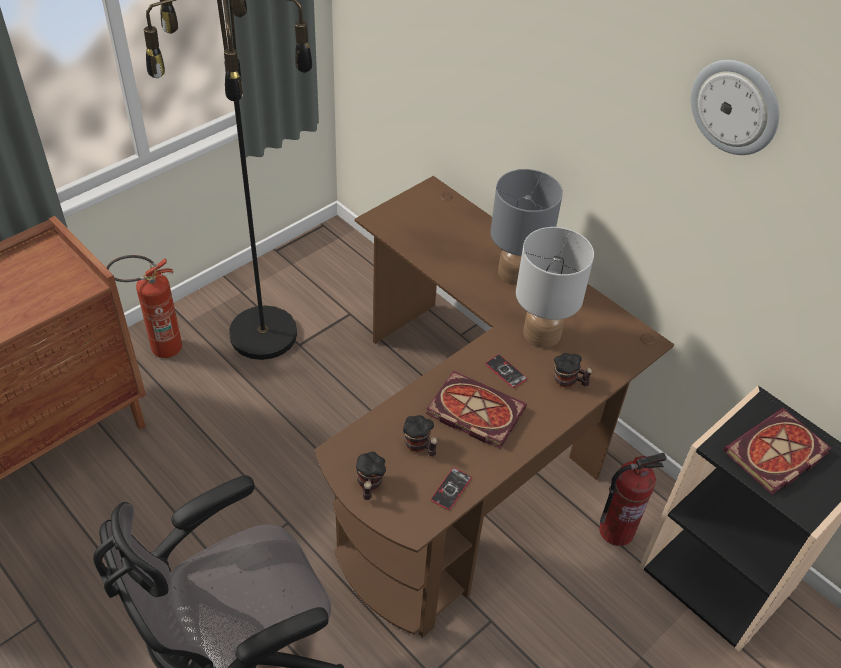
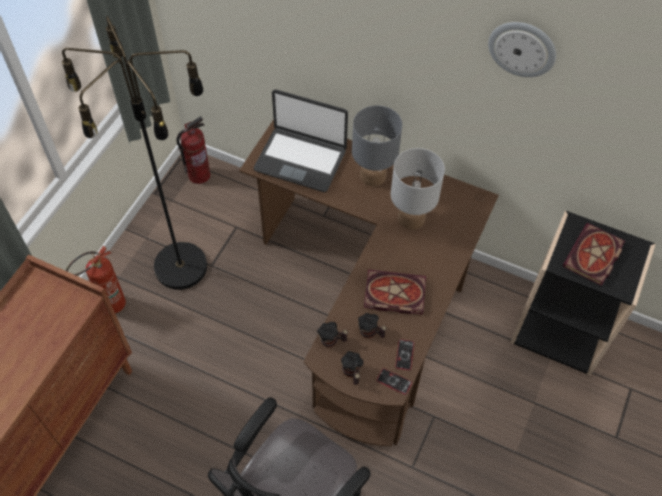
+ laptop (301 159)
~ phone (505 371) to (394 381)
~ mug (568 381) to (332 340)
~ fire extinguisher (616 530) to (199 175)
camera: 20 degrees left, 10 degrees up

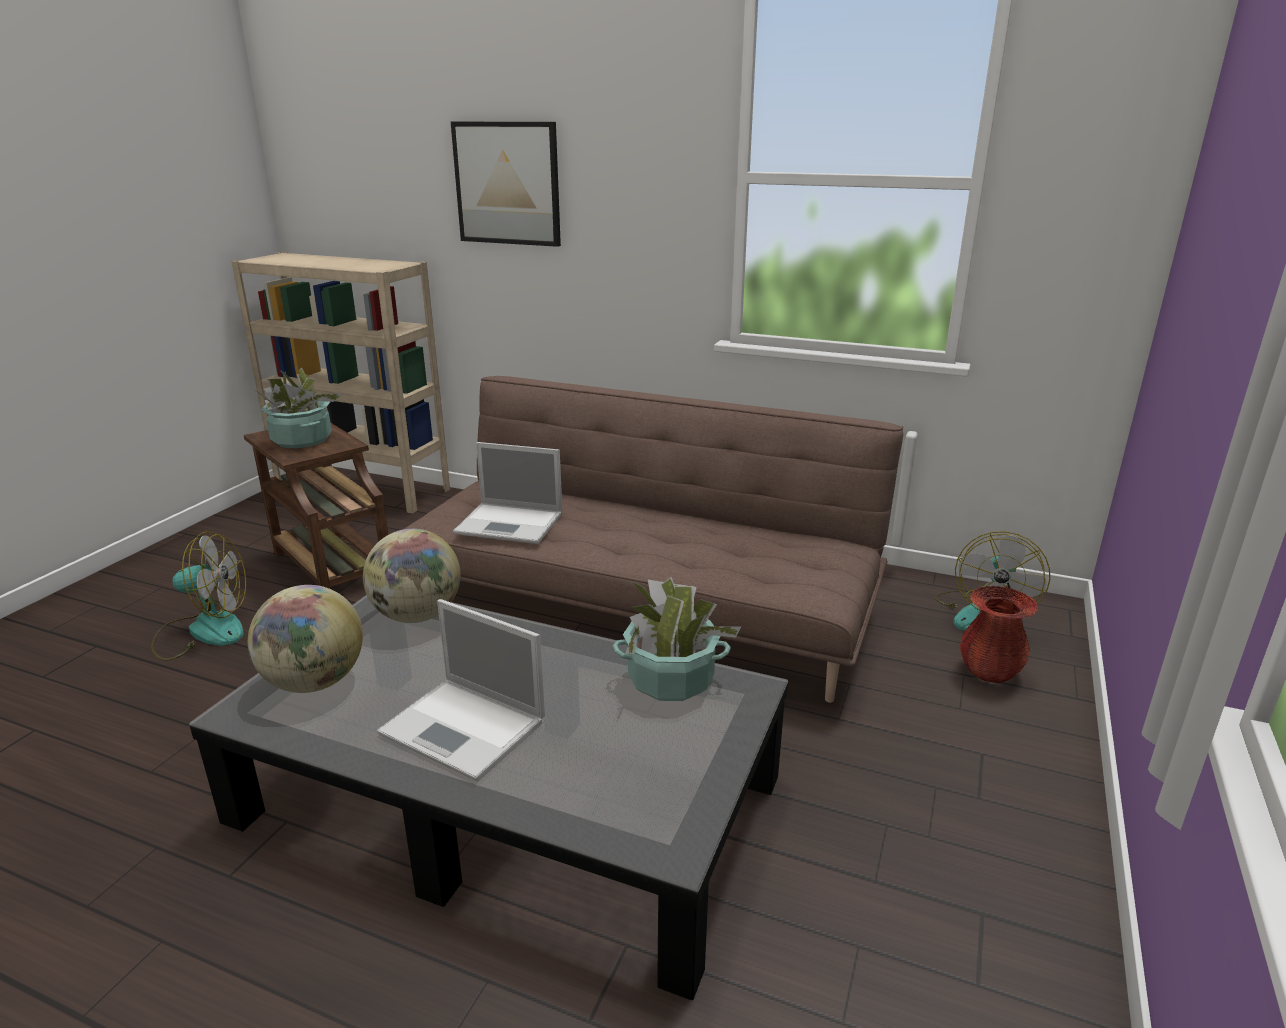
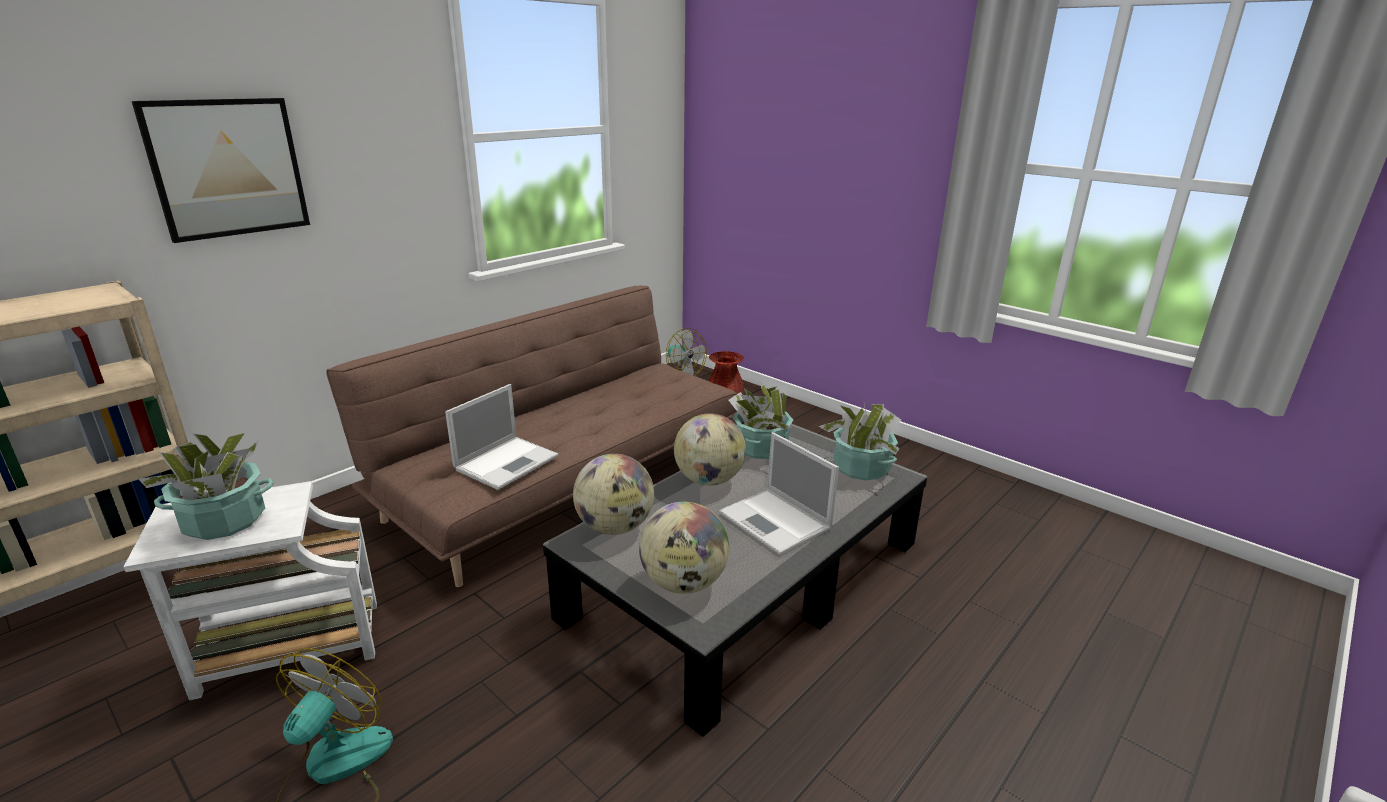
+ globe (709 480)
+ potted plant (861 468)
~ side table (brown) (331 565) to side table (white) (285 650)
~ laptop (465 728) = (776 522) 90 degrees clockwise
camera: 70 degrees left, 0 degrees up

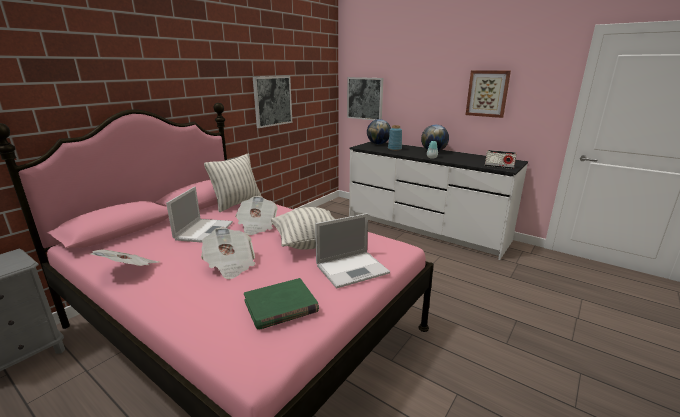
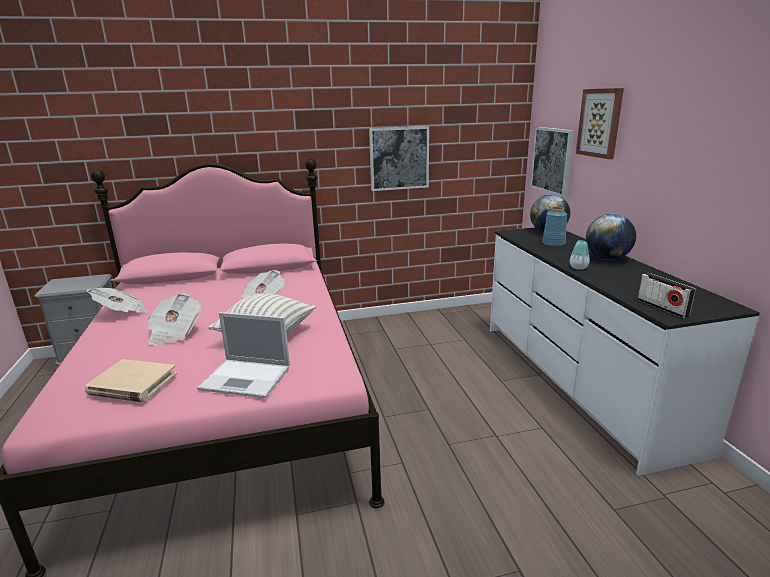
- laptop (204 230)
- pillow (237 203)
~ picture (487 93) to (600 123)
~ book (green) (281 306) to book (beige) (132 384)
camera: 40 degrees right, 0 degrees up

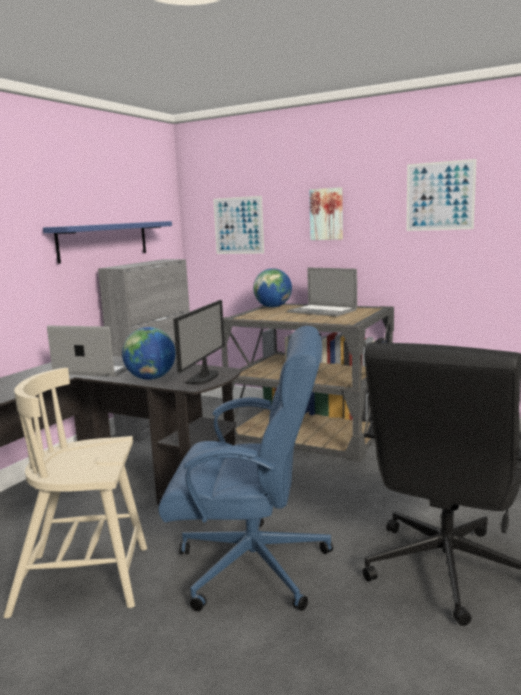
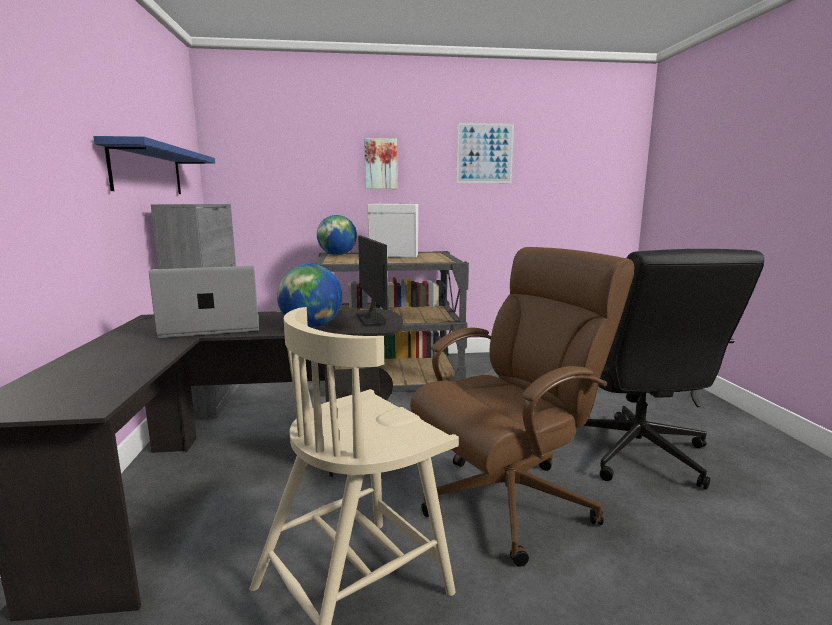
- picture (238 225)
~ laptop (322 311) to speaker (white) (395 256)
~ office chair (blue) (252 566) to office chair (brown) (506 502)
camera: 35 degrees left, 0 degrees up

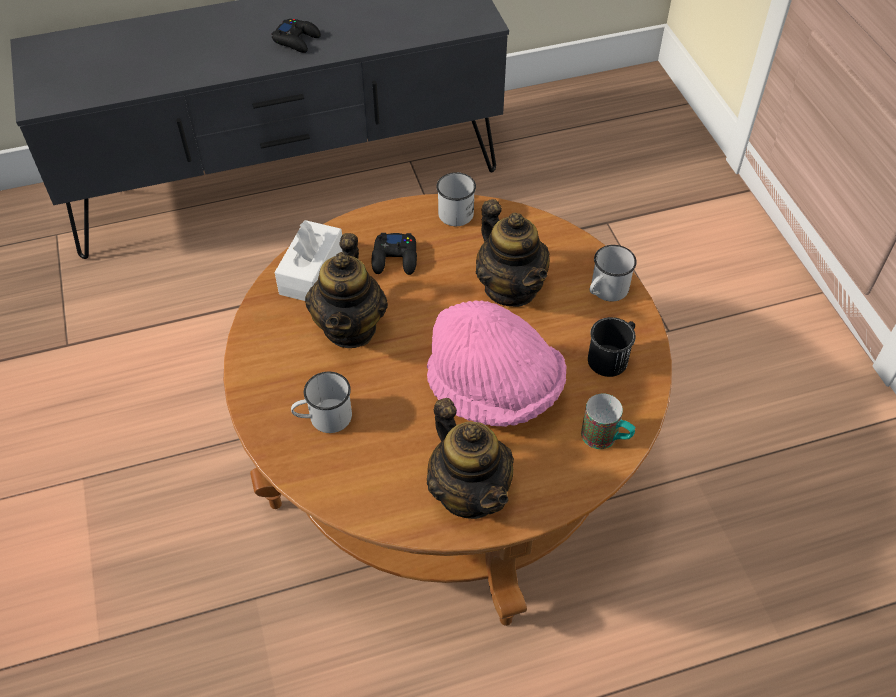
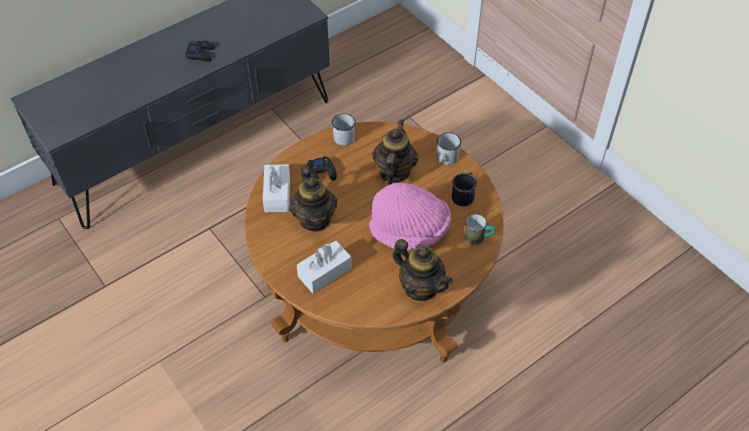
~ mug (white) (324 418) to tissue box (white) (324 272)
~ teapot (510 288) = (394 172) 120 degrees counterclockwise
camera: 20 degrees left, 0 degrees up

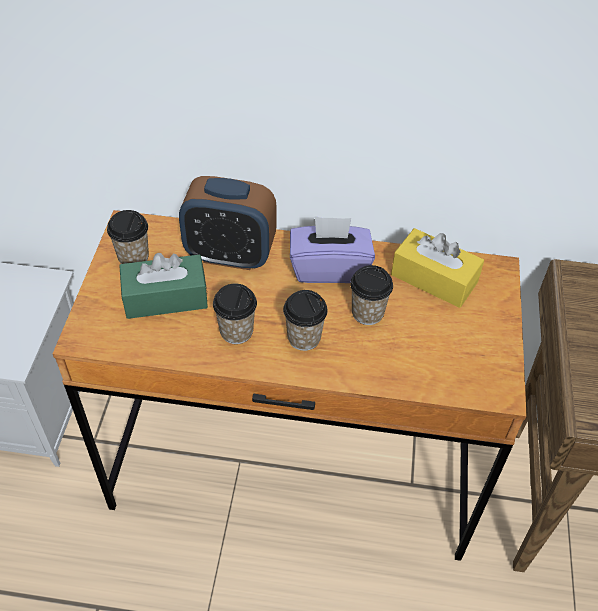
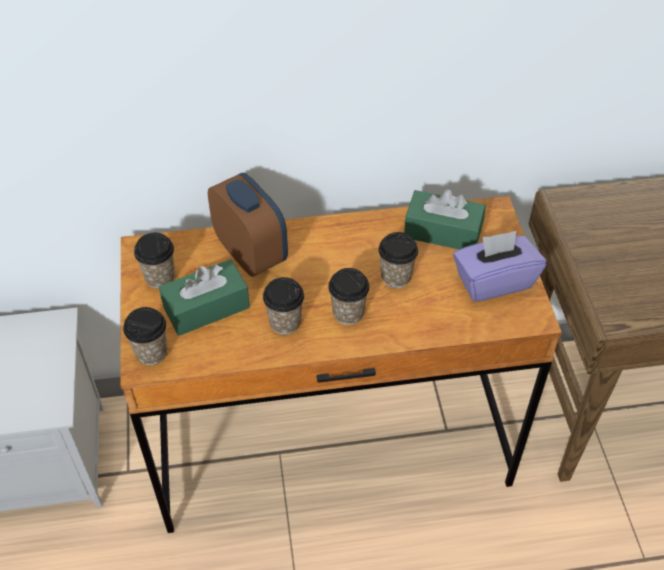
+ cup (151 352)
~ tissue box (purple) (329 268) to (493 281)
~ tissue box (yellow) (434 278) to tissue box (green) (442 232)
~ alarm clock (230 255) = (251 253) 120 degrees counterclockwise
camera: 15 degrees left, 0 degrees up

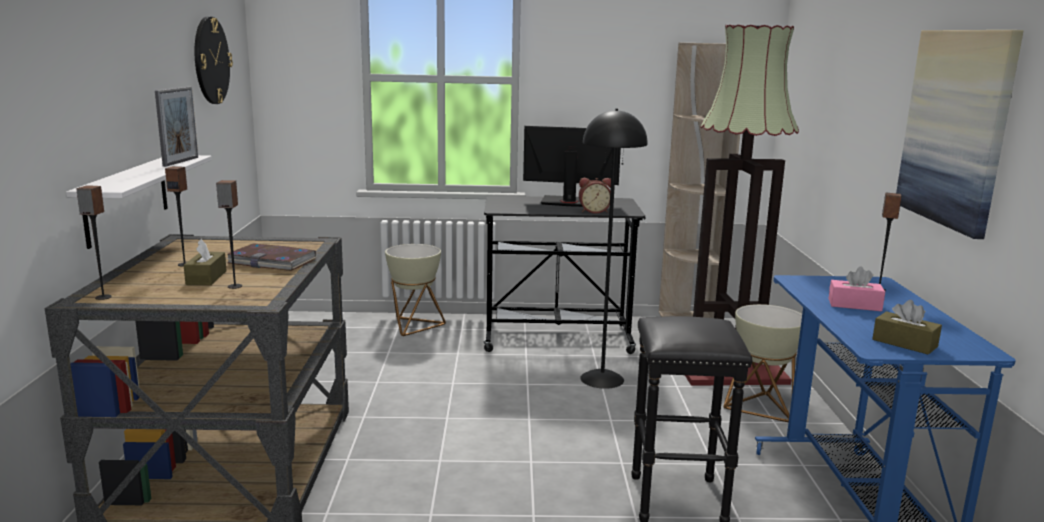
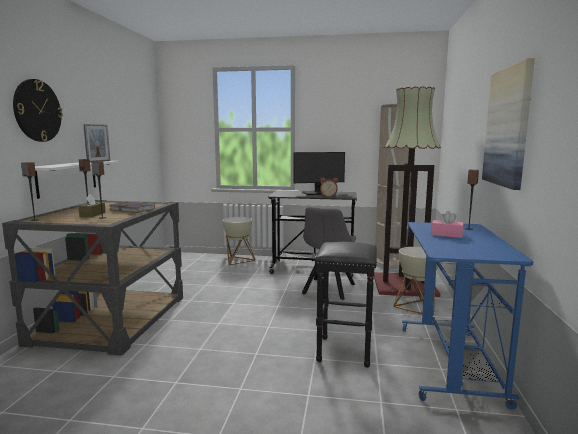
- tissue box (brown) (904 343)
~ wall clock (211 60) to (37 110)
~ floor lamp (black) (601 379) to chair (grey) (328 289)
~ monitor (569 202) = (318 193) 150 degrees clockwise
camera: 10 degrees right, 5 degrees down

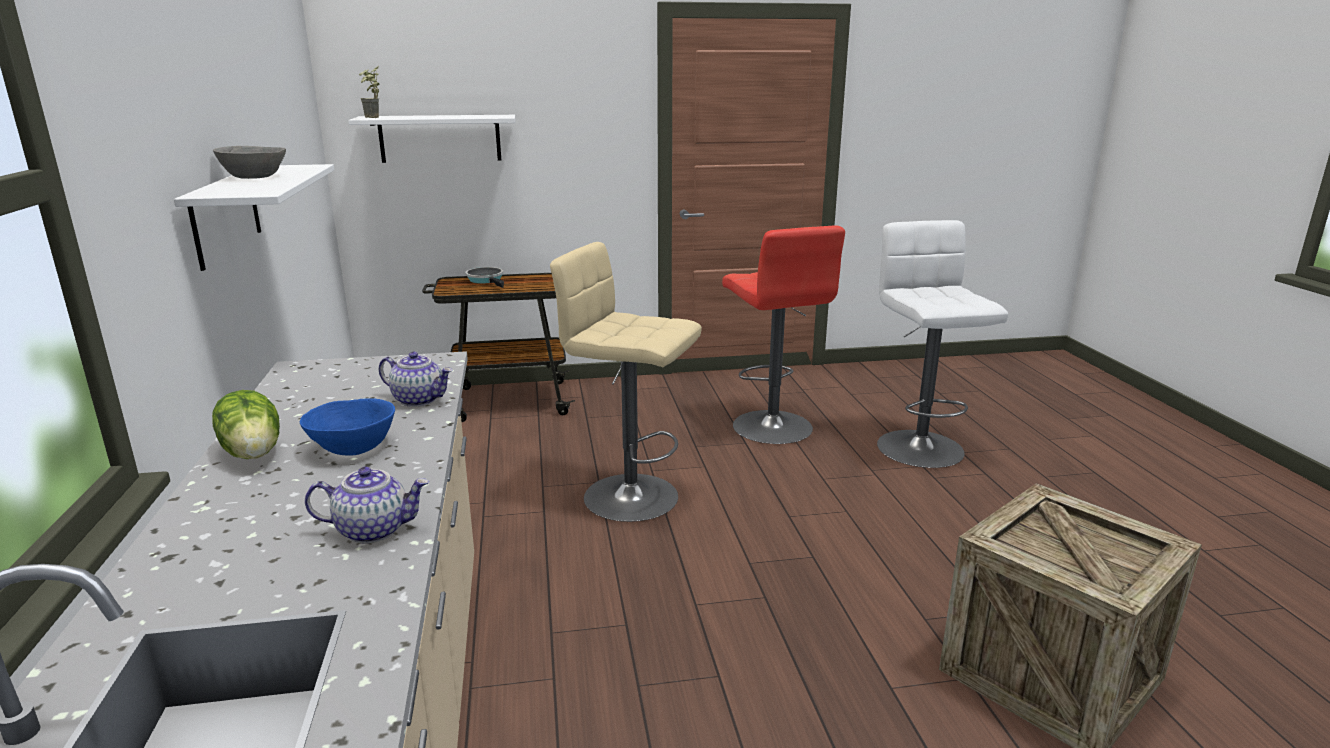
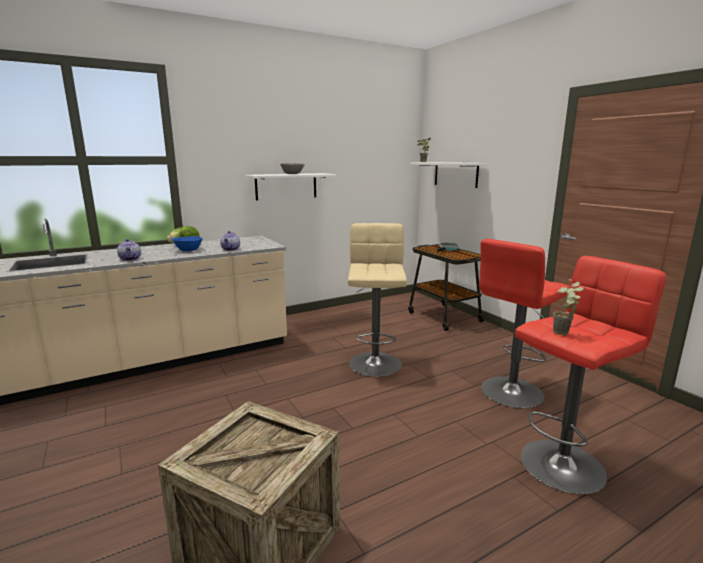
+ potted plant (564 335)
~ stool (white) (920 448) to stool (red) (563 465)
camera: 70 degrees right, 5 degrees down

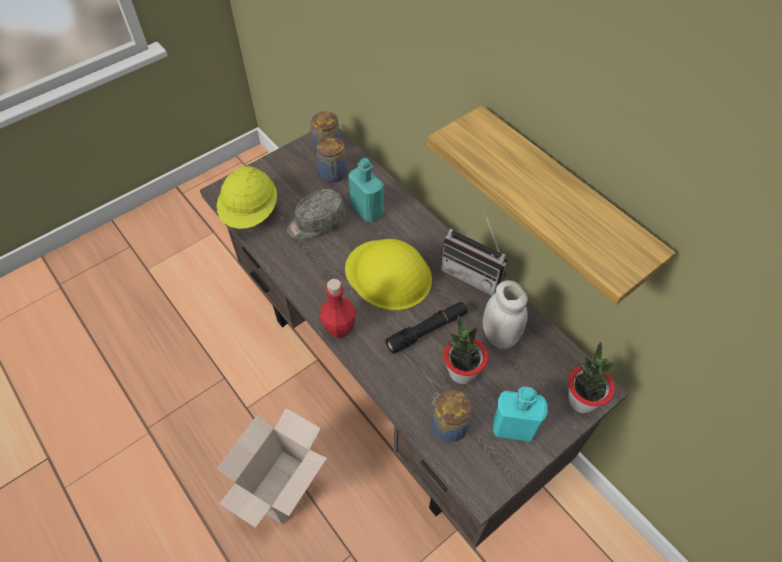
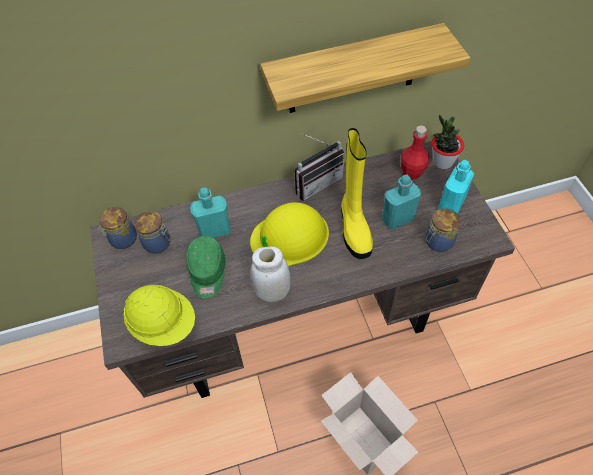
~ bottle (red) (339 328) to (412 173)
~ jar (white) (499 336) to (272 292)
~ flashlight (black) (427 330) to boot (yellow) (354 228)
~ potted plant (462 372) to bottle (turquoise) (397 219)
~ cap (grey) (316 223) to cap (green) (207 272)
camera: 65 degrees left, 0 degrees up

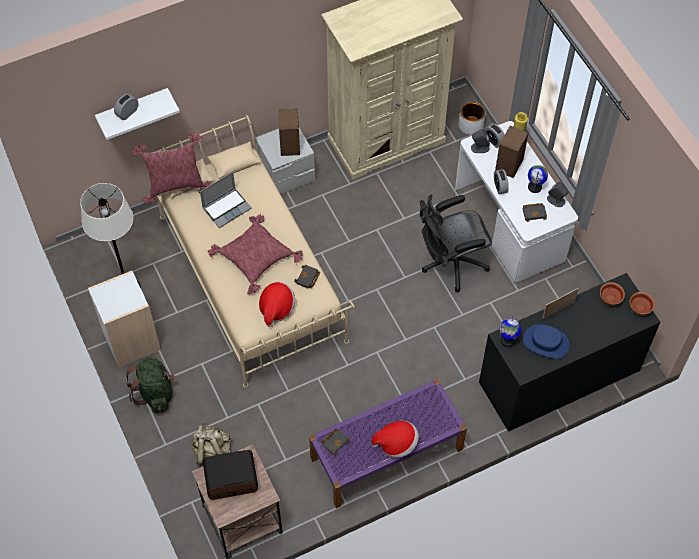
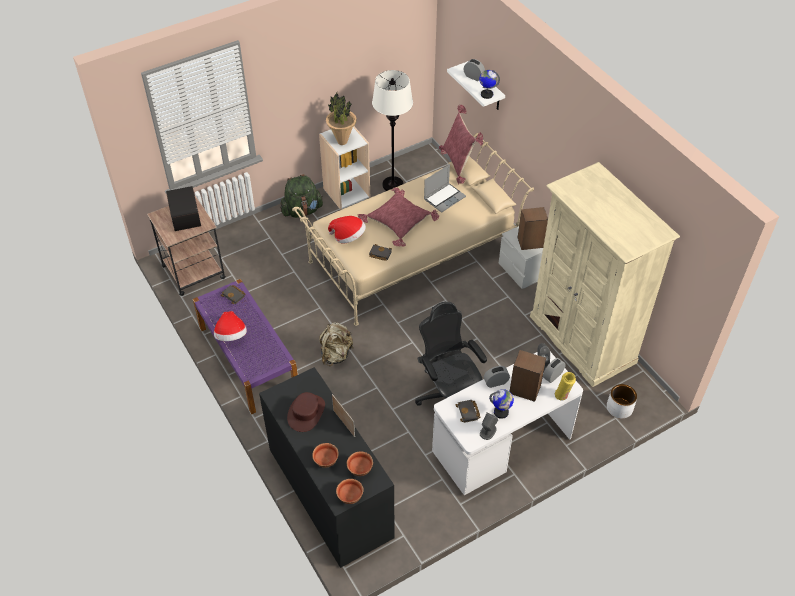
+ bowl (326 461)
+ potted plant (342 141)
~ backpack (beige) (212 452) to (336 354)
~ globe (508 340) to (486 94)
~ hat (blue) (545 342) to hat (brown) (306 413)
~ laptop (227 208) = (444 198) 90 degrees counterclockwise
camera: 85 degrees right, 10 degrees down

